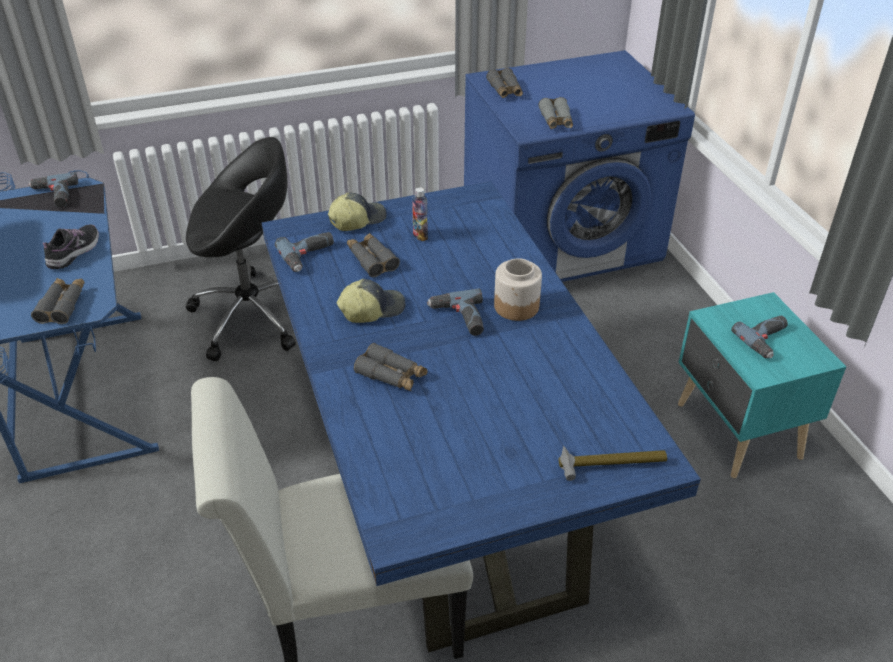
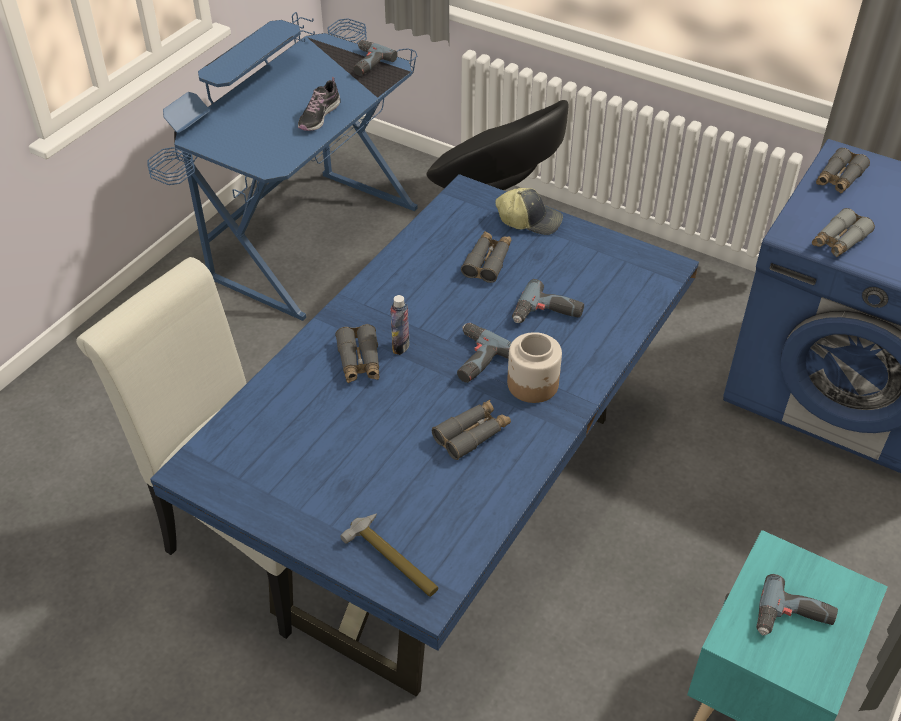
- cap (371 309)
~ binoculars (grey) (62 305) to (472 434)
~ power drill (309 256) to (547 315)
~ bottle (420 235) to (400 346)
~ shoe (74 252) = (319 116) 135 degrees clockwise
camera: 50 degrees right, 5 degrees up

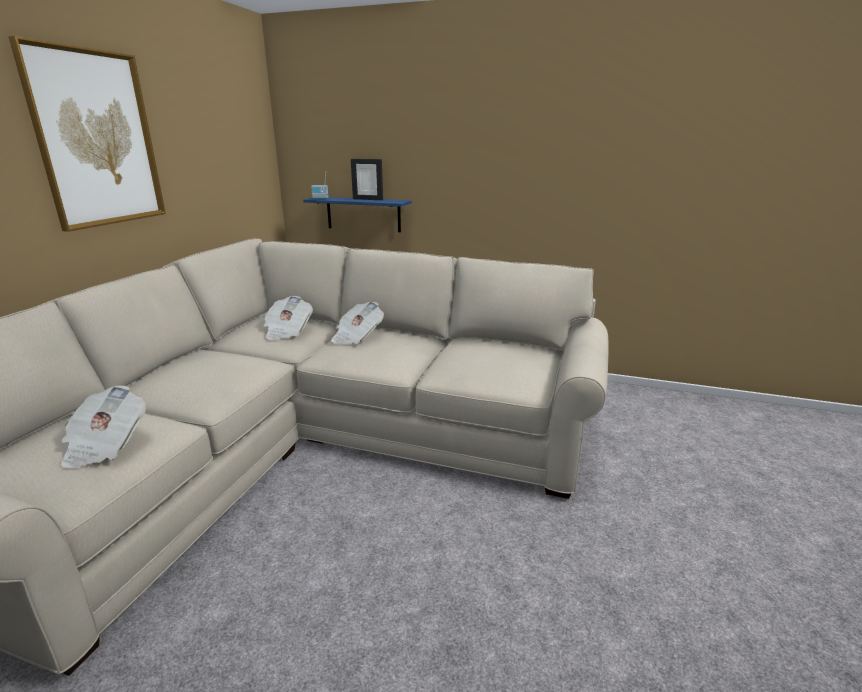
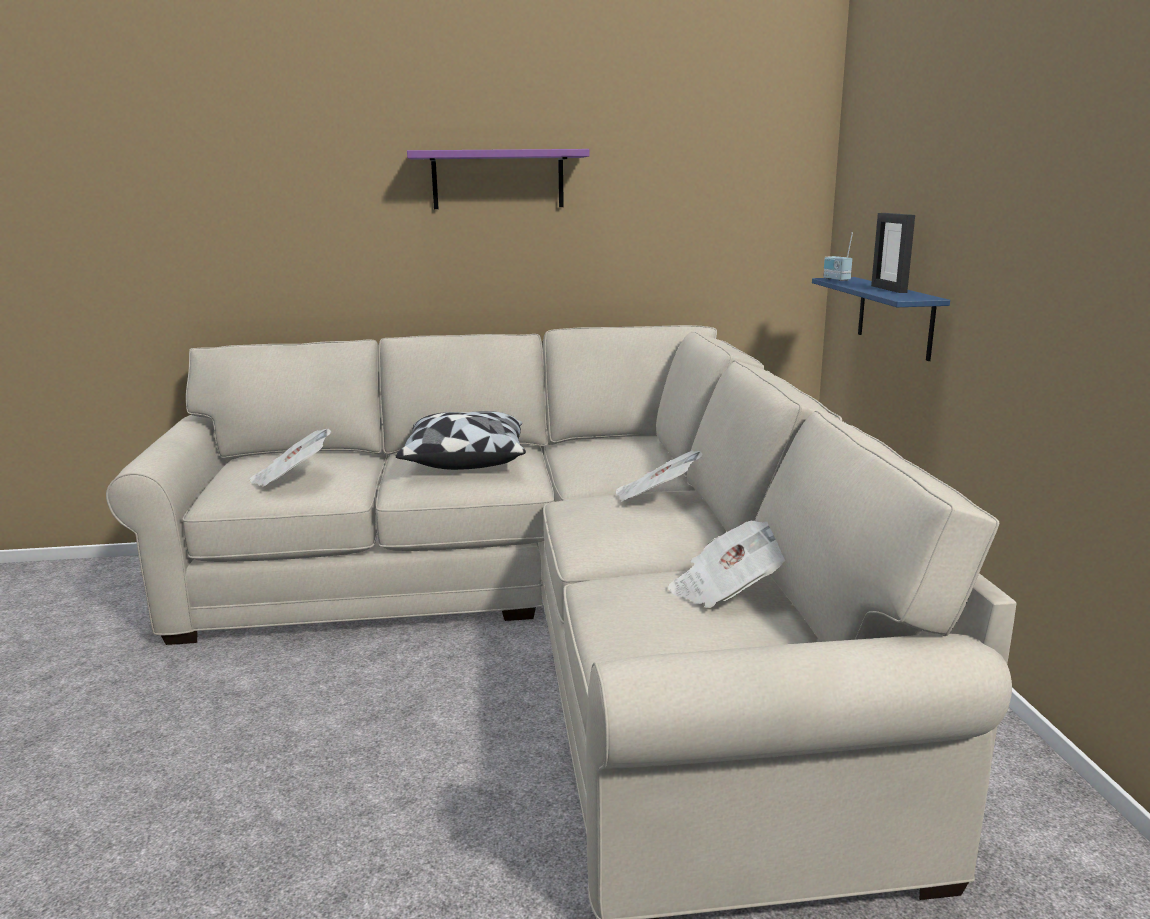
+ pillow (465 460)
~ newspaper (287 331) to (726 591)
~ picture (97 139) to shelf (purple) (498 180)
camera: 65 degrees right, 5 degrees down

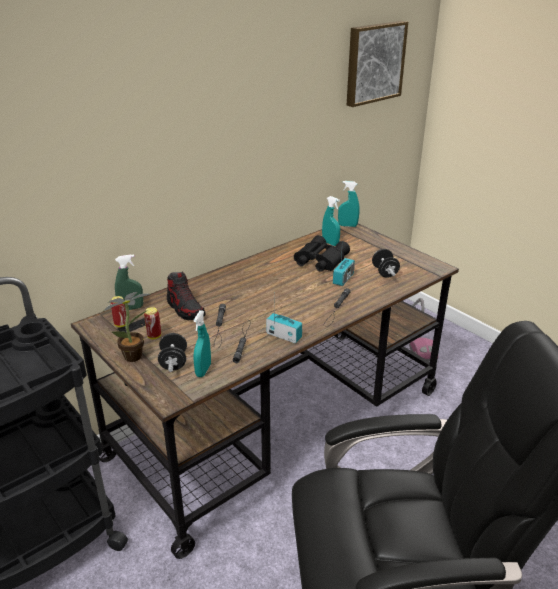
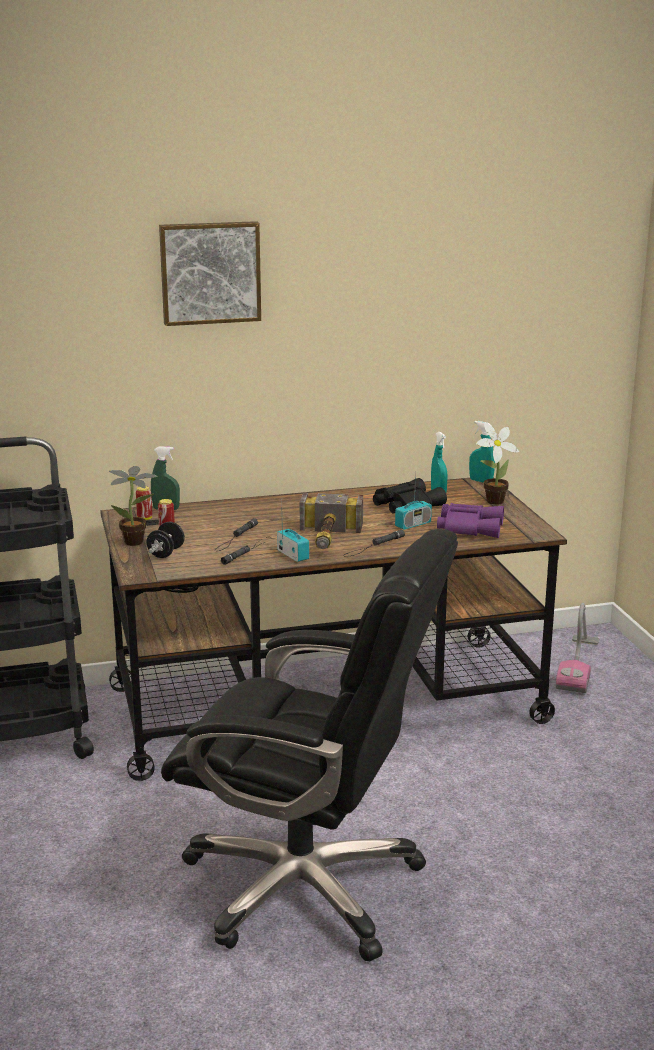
- shoe (185 309)
- spray bottle (turquoise) (203 370)
+ hammer (327 540)
+ potted plant (492 501)
~ picture (374 63) to (210 272)
~ dumbbell (black) (384 272) to binoculars (purple) (469 527)
camera: 25 degrees right, 10 degrees down

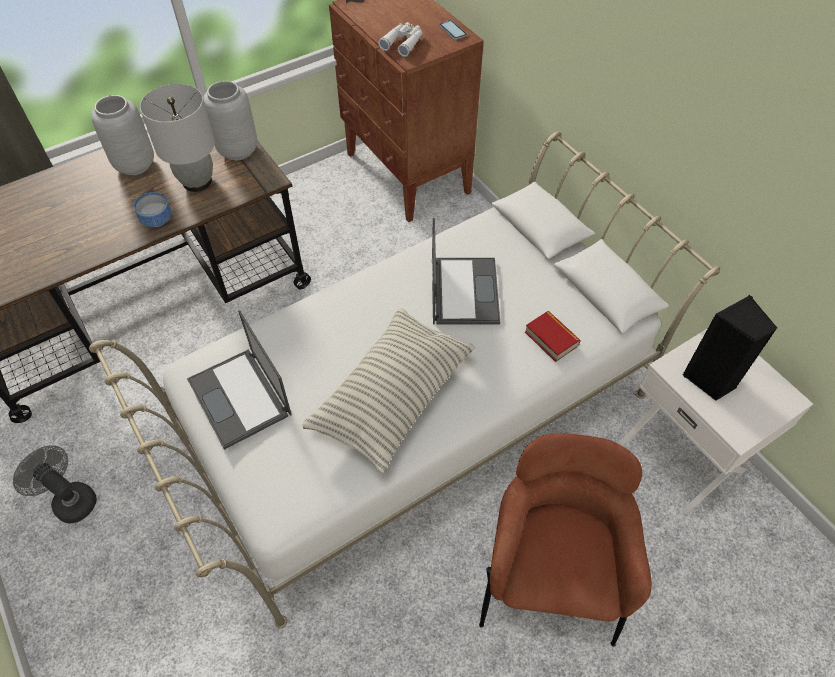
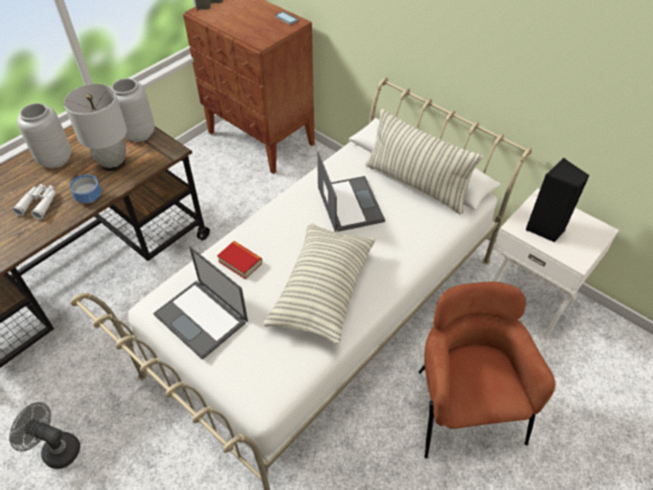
+ pillow (416 184)
~ binoculars (white) (403 43) to (39 204)
~ book (551 339) to (240 262)
camera: 15 degrees left, 5 degrees down

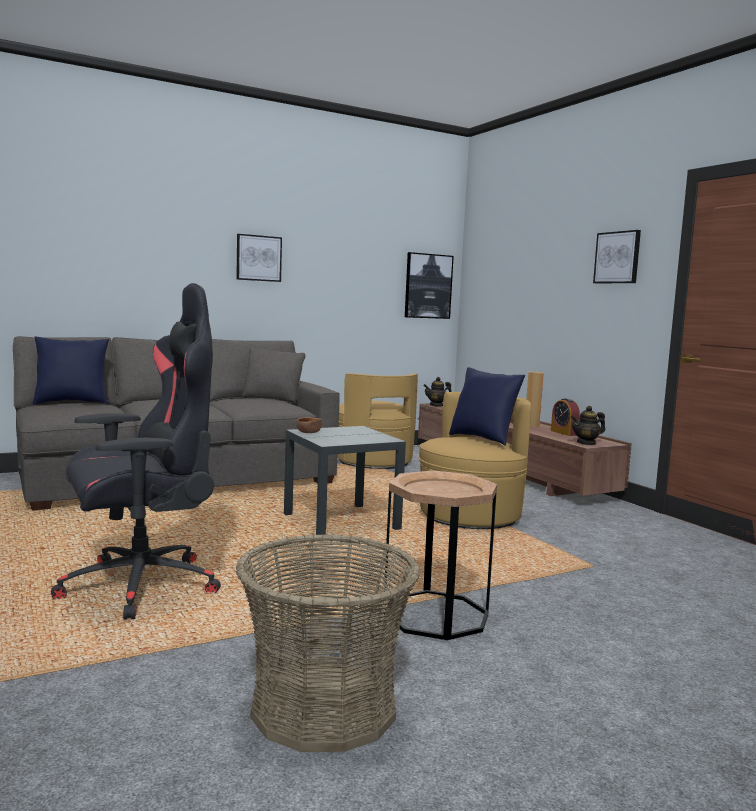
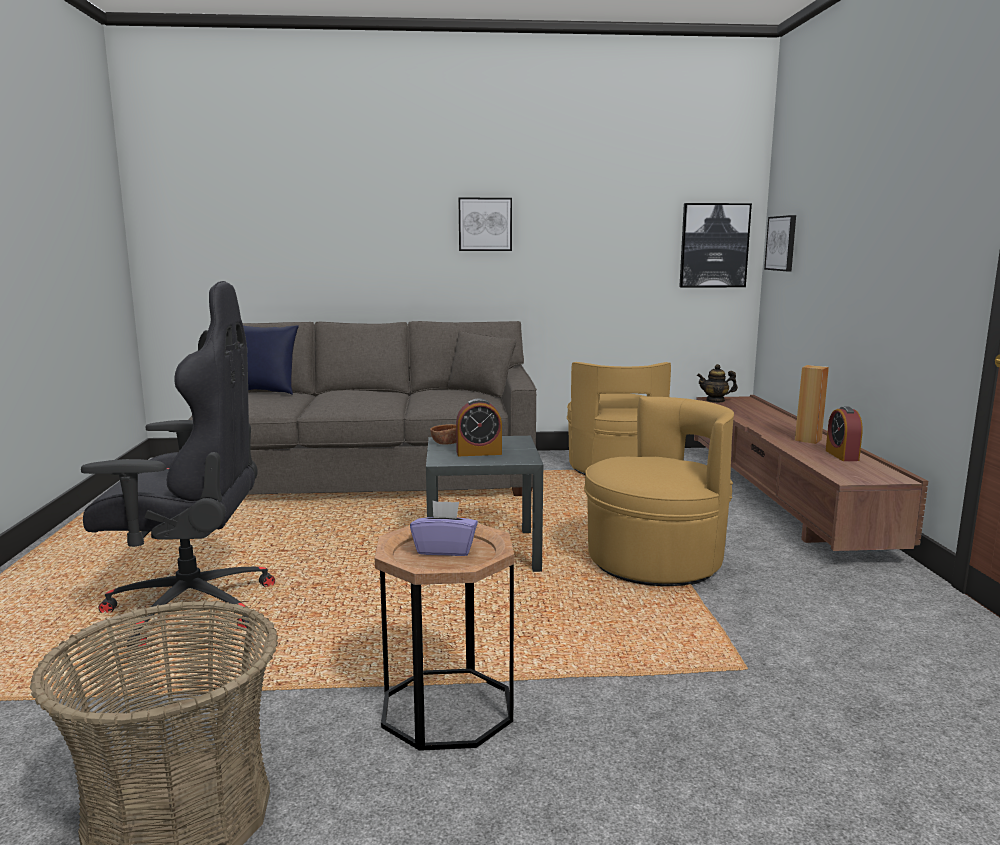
- pillow (blue) (483 439)
- teapot (586 443)
+ tissue box (purple) (445 549)
+ alarm clock (479 453)
~ picture (617 257) to (781 243)
camera: 25 degrees right, 5 degrees up

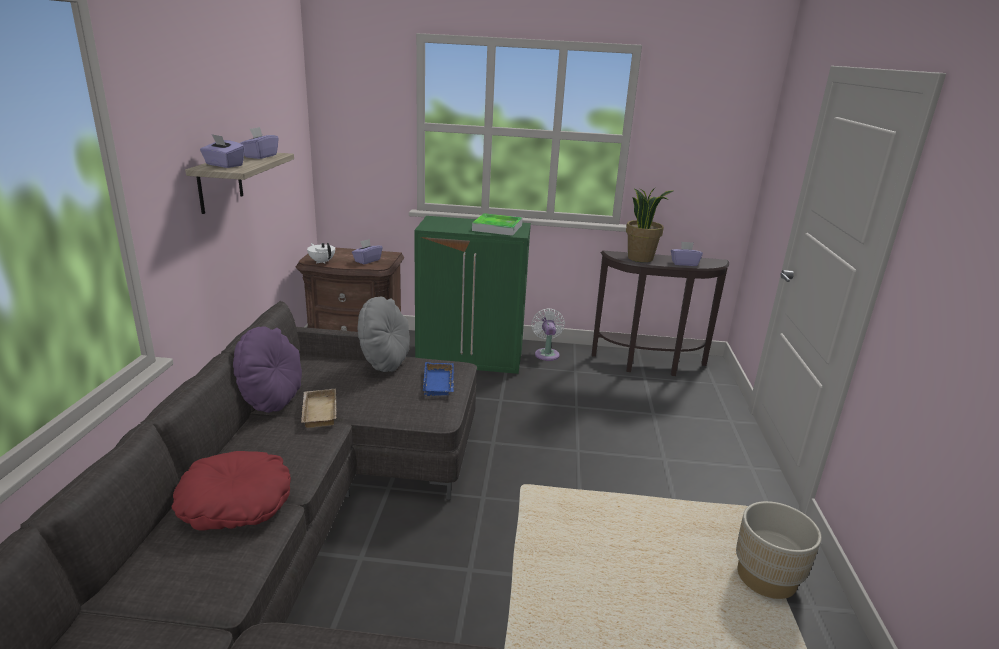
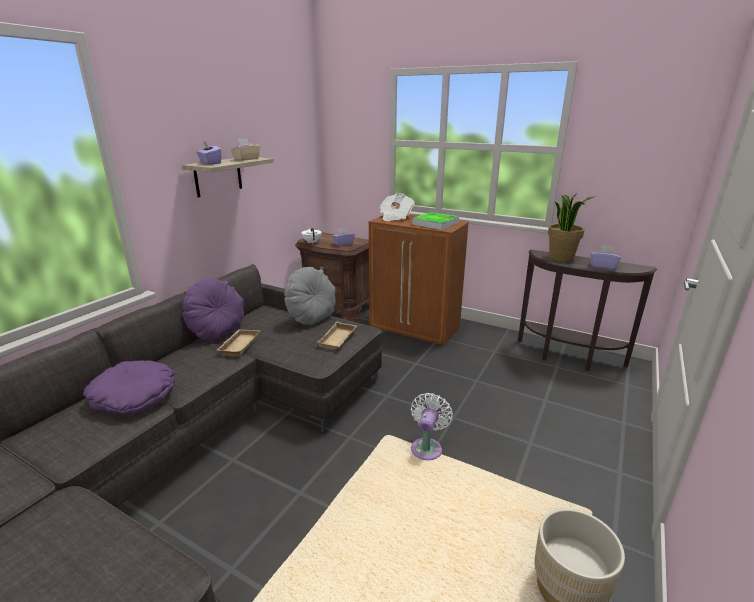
+ newspaper (395 217)
~ fan (white) (546 353) to (427 447)
~ pillow (red) (237 502) to pillow (purple) (136 396)
~ tissue box (purple) (260 156) to tissue box (beige) (246 159)
~ cabinet (green) (470 357) to cabinet (brown) (415 327)
~ tray (blue) (440 383) to tray (beige) (338 339)
camera: 25 degrees right, 0 degrees up

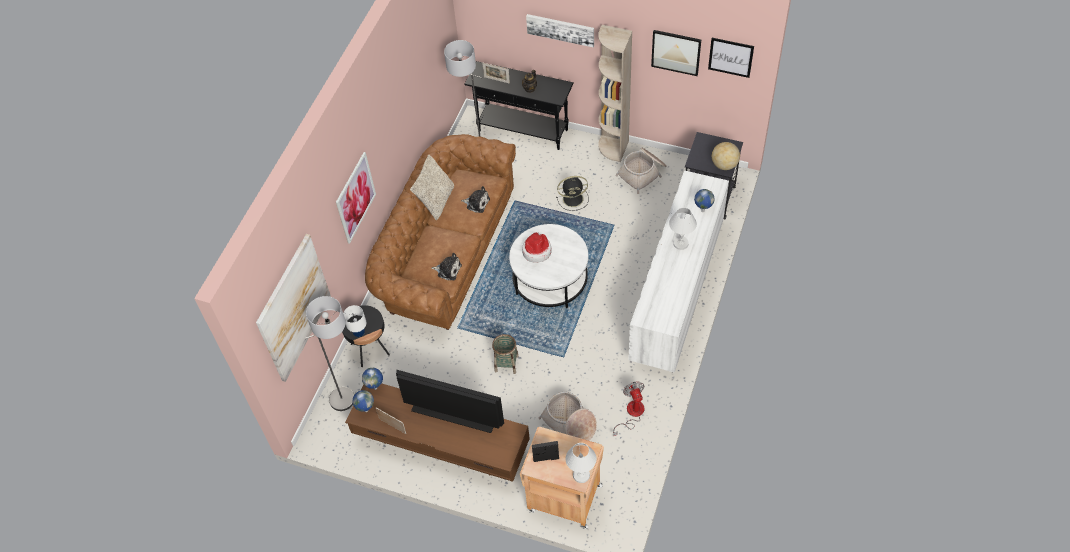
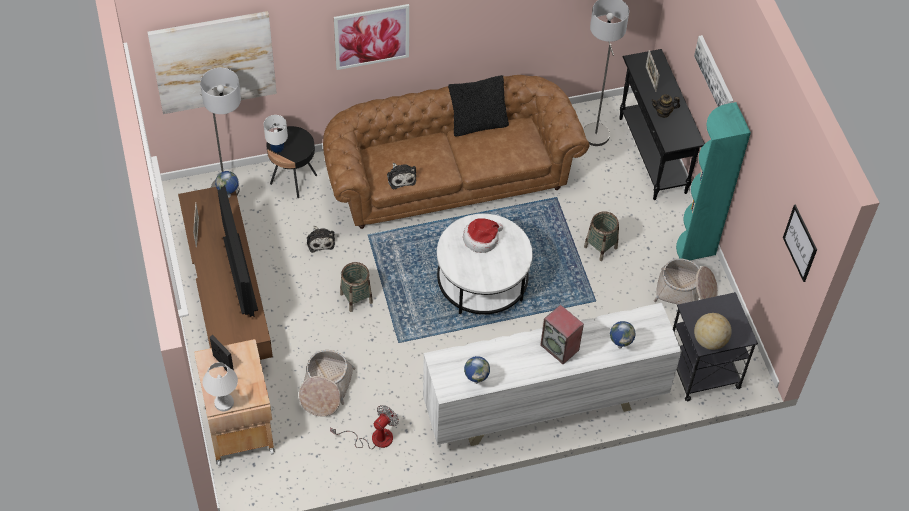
- picture (676 52)
~ globe (366 410) to (476 381)
~ plush toy (477 203) to (320 241)
~ fan (black) (574 199) to basket (600 247)
~ table lamp (white) (681 243) to speaker (560 347)
~ pillow (beige) (436 200) to pillow (black) (478 122)
~ bookcase (beige) (612 150) to bookcase (turquoise) (693 248)
camera: 50 degrees right, 0 degrees up

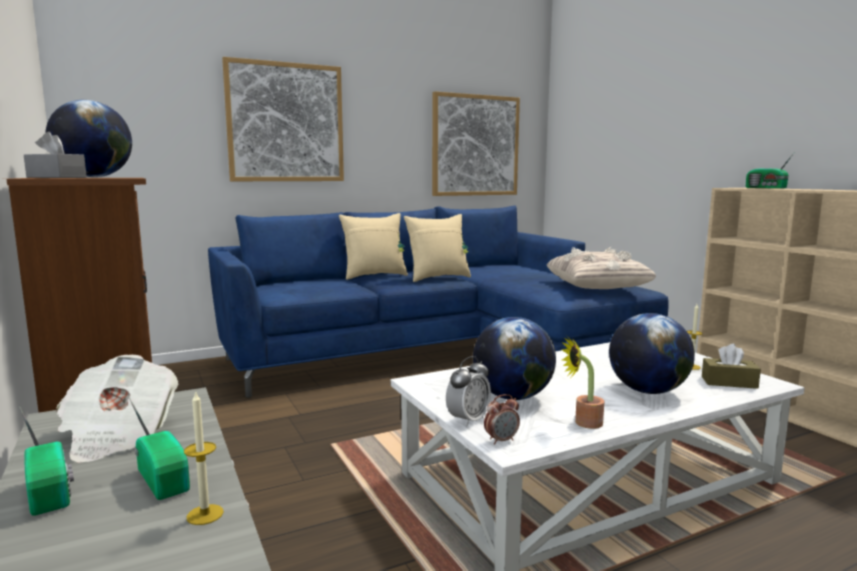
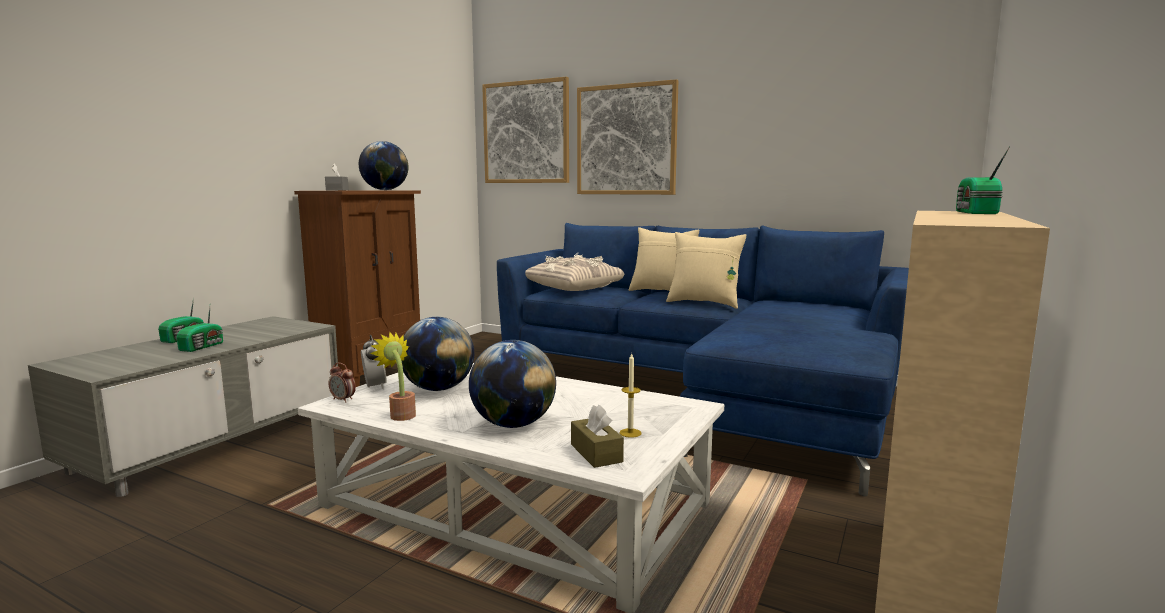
- newspaper (118 434)
- candle (205 514)
~ picture (475 145) to (526 132)
~ pillow (beige) (596 287) to (574 289)
~ alarm clock (468 420) = (374 387) 120 degrees counterclockwise
camera: 55 degrees right, 0 degrees up

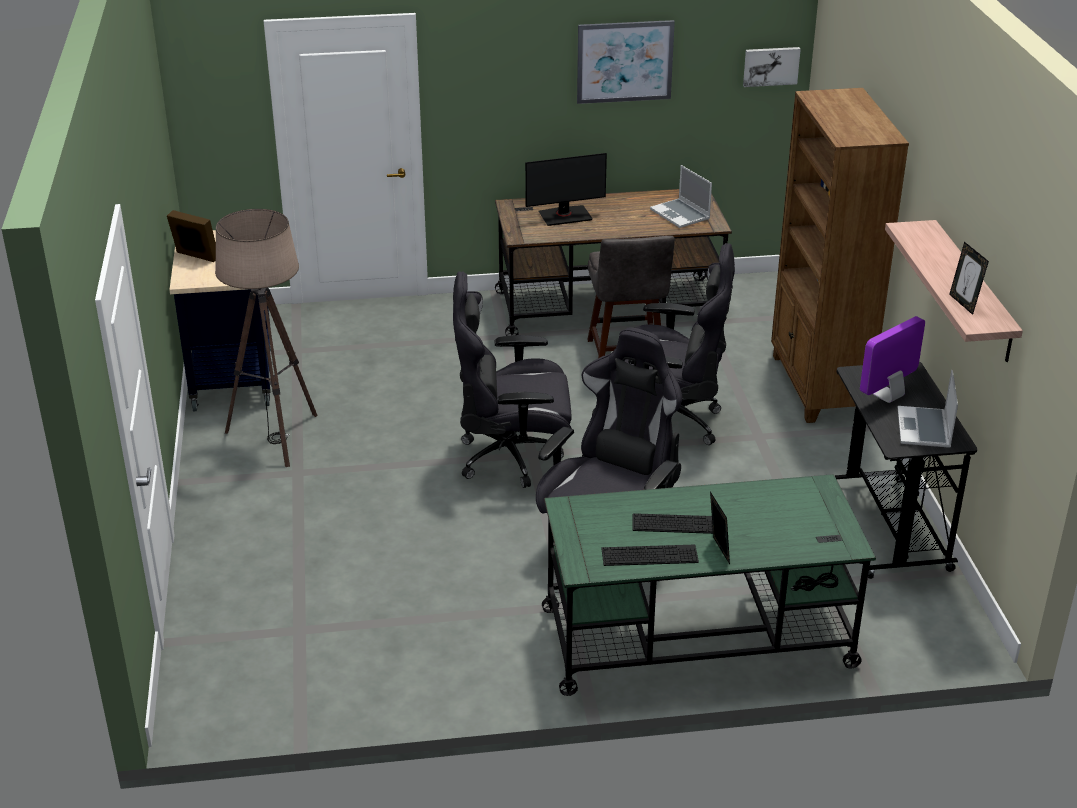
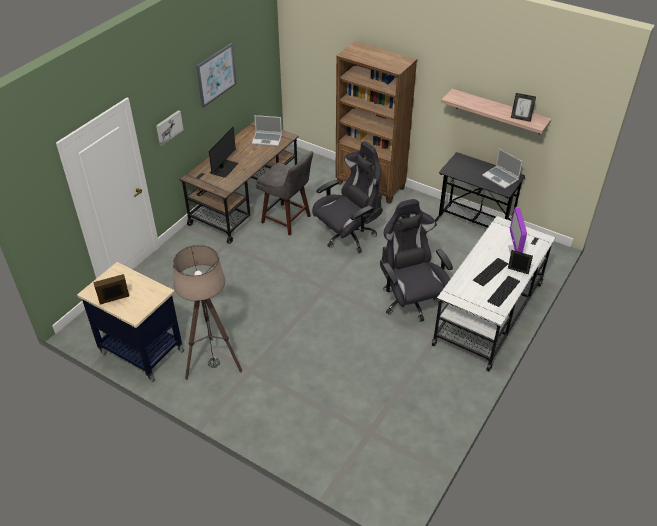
- office chair (black) (515 458)
~ picture (770 66) to (168 127)
~ monitor (888 396) to (515 249)
~ desk (green) (698 638) to desk (white) (489 313)
camera: 50 degrees left, 10 degrees up

